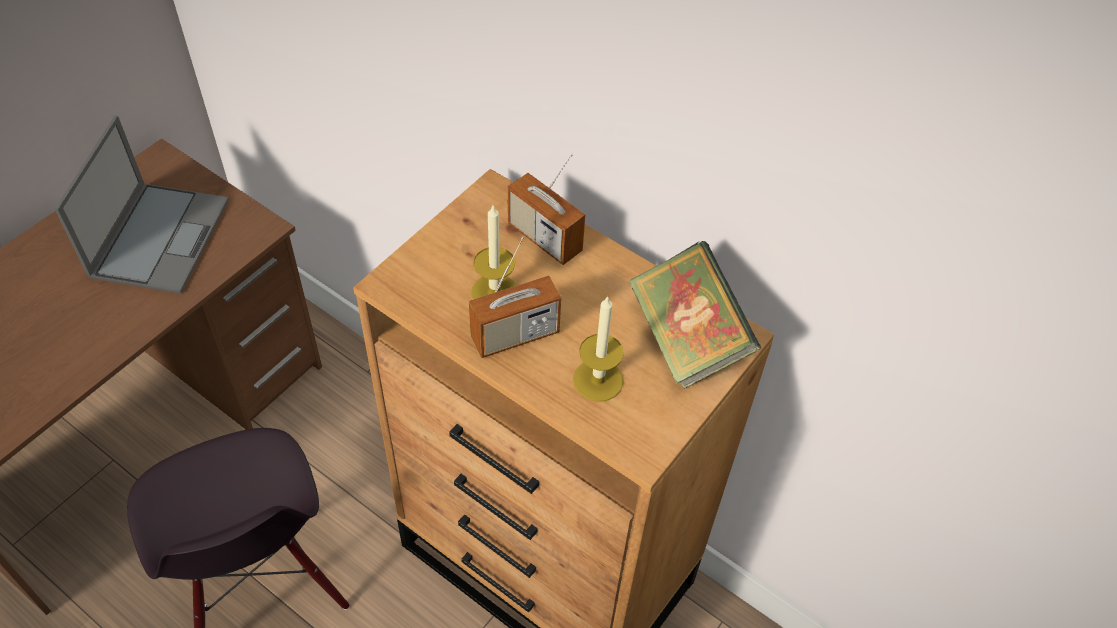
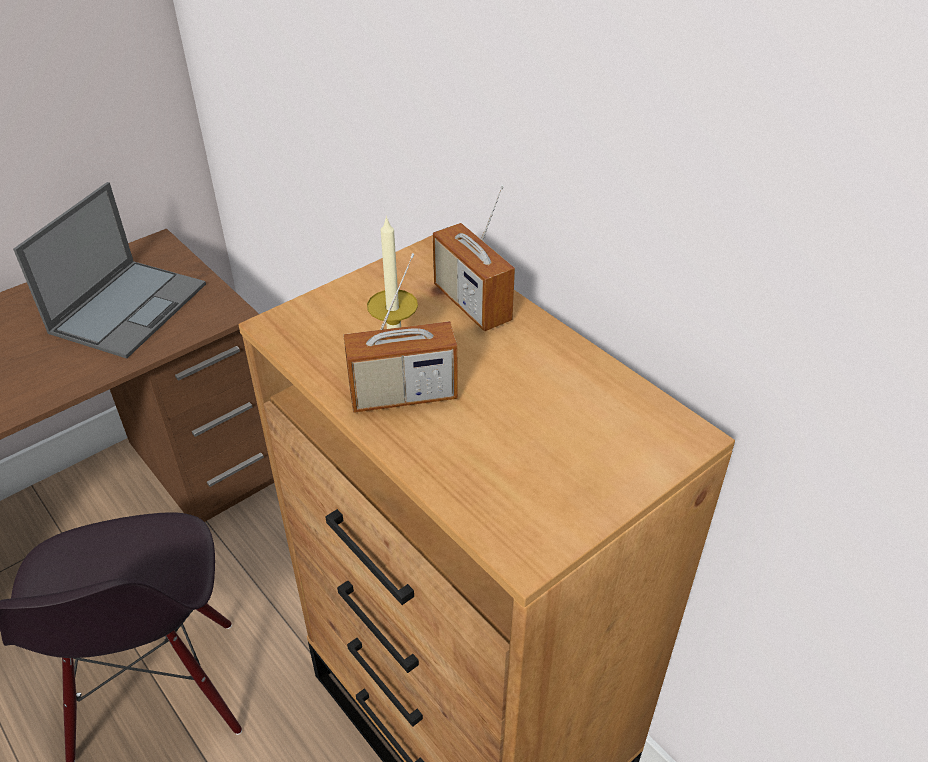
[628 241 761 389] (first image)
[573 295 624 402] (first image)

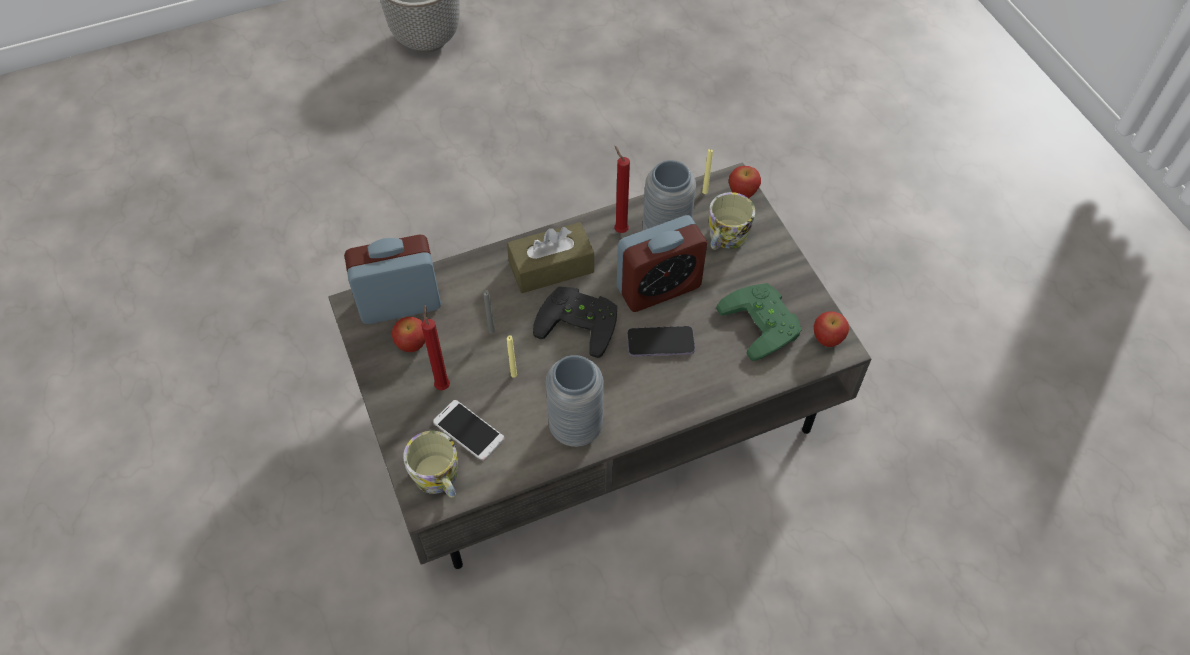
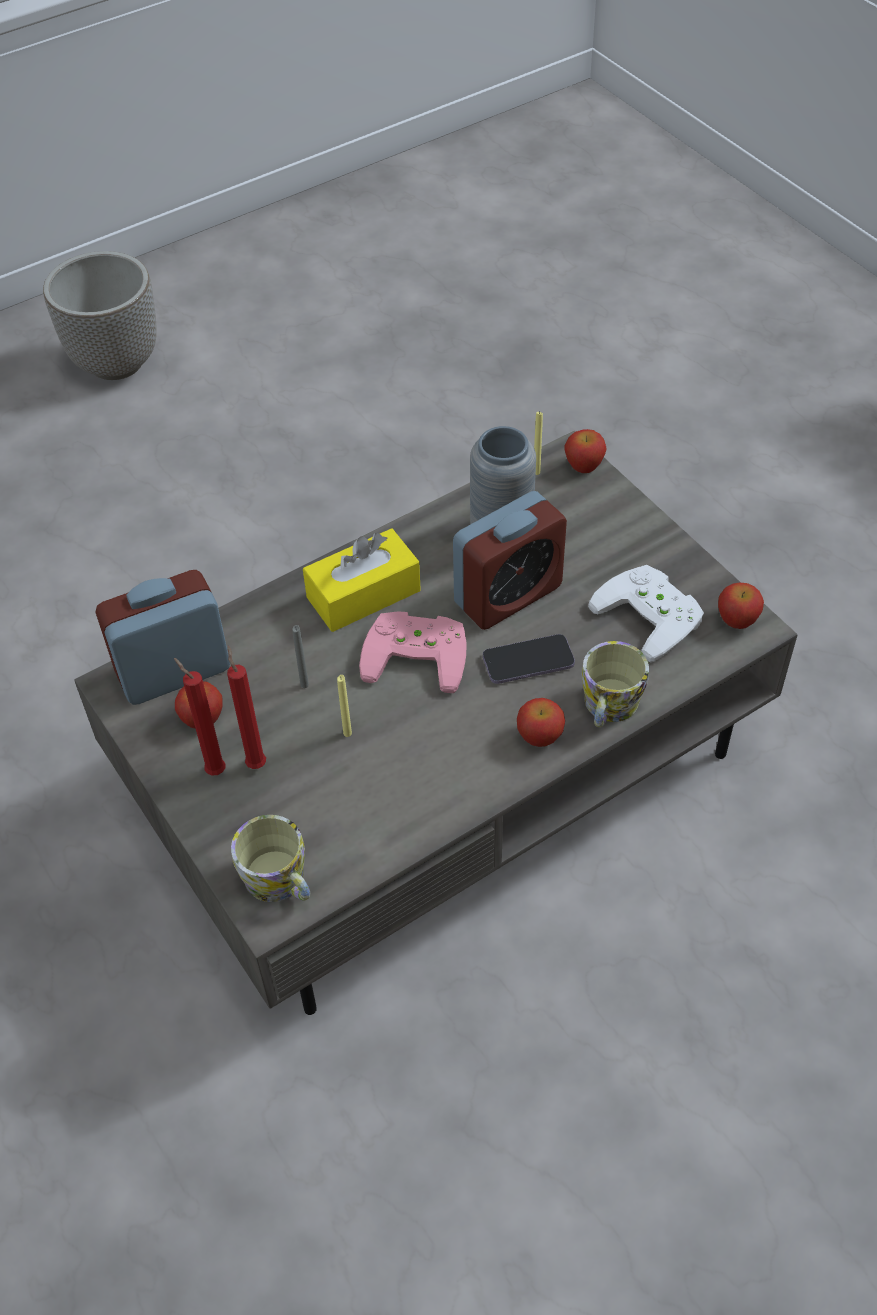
[174 658 225 776]
[582 641 649 727]
[303 528 421 632]
[588 565 704 663]
[359 611 467 693]
[546 355 604 447] (first image)
[433 400 504 461] (first image)
[517 698 565 747]

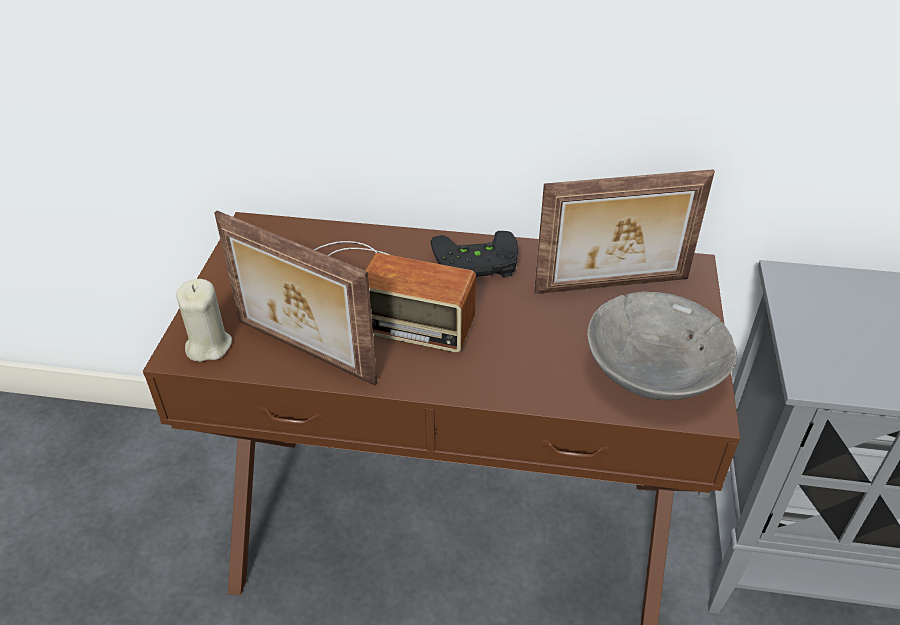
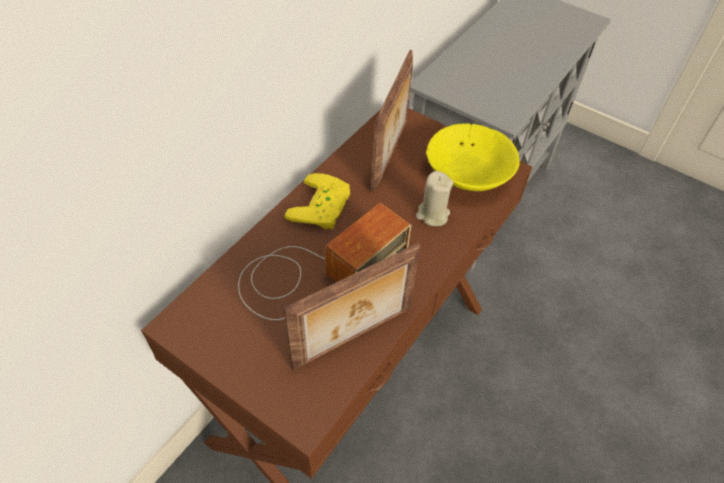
[284 173 350 229]
[416 171 453 226]
[426 123 519 191]

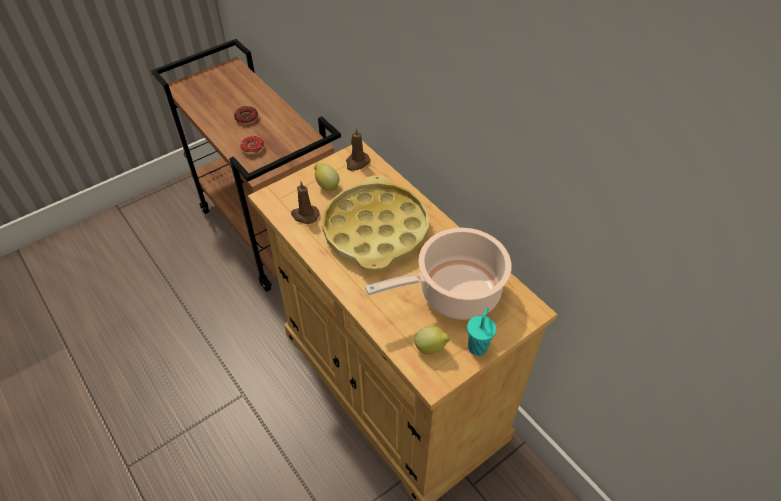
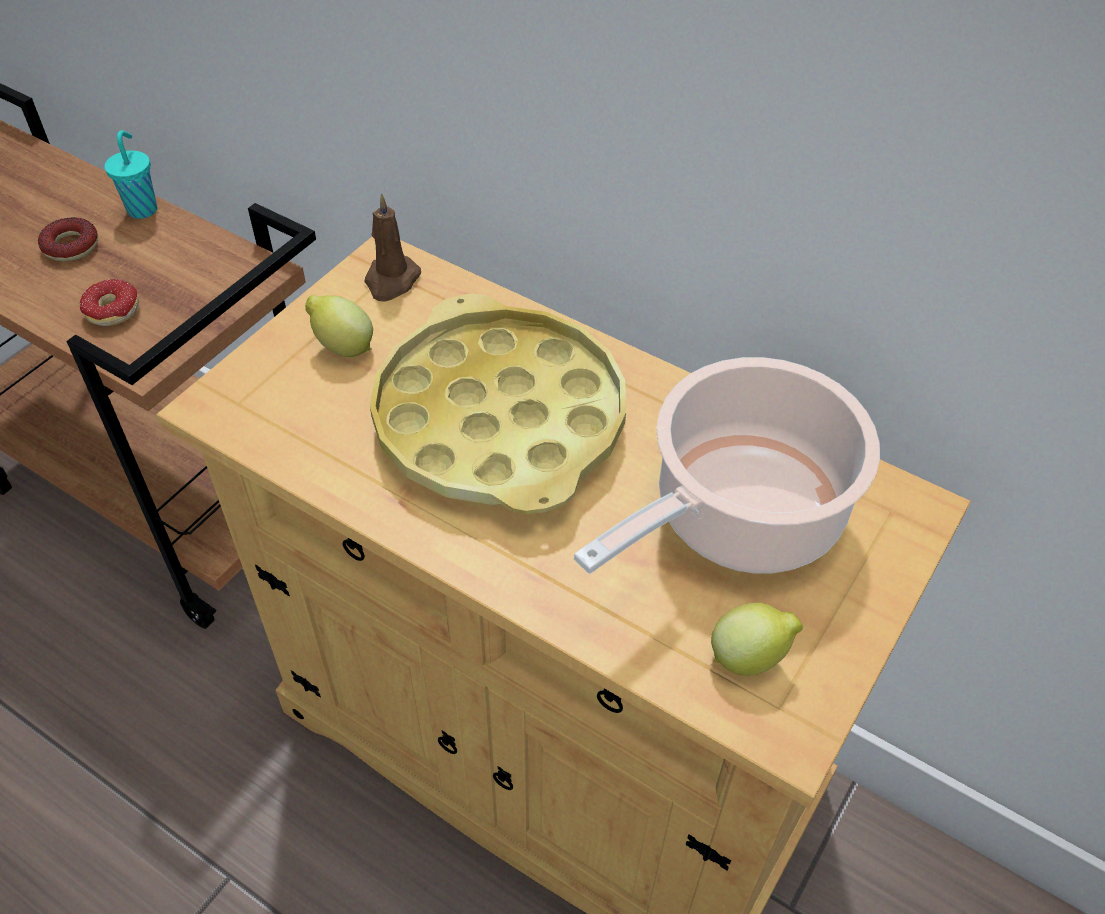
[291 181 320 224] (first image)
[105 130 157 219]

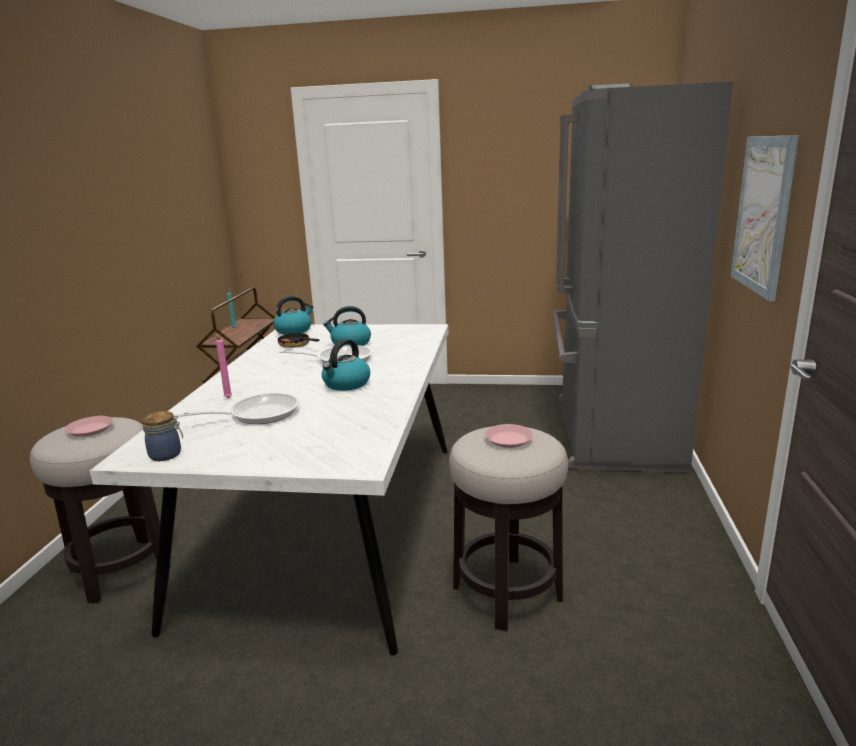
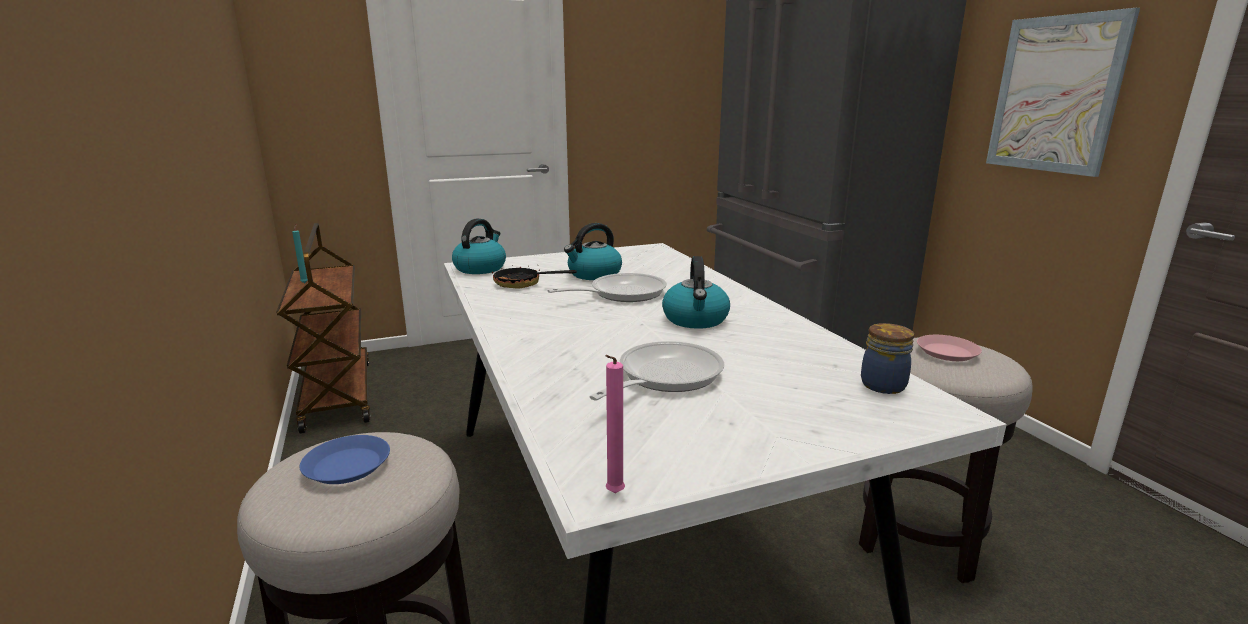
[605 355 625 493]
[861 323 914 394]
[300 435 390 484]

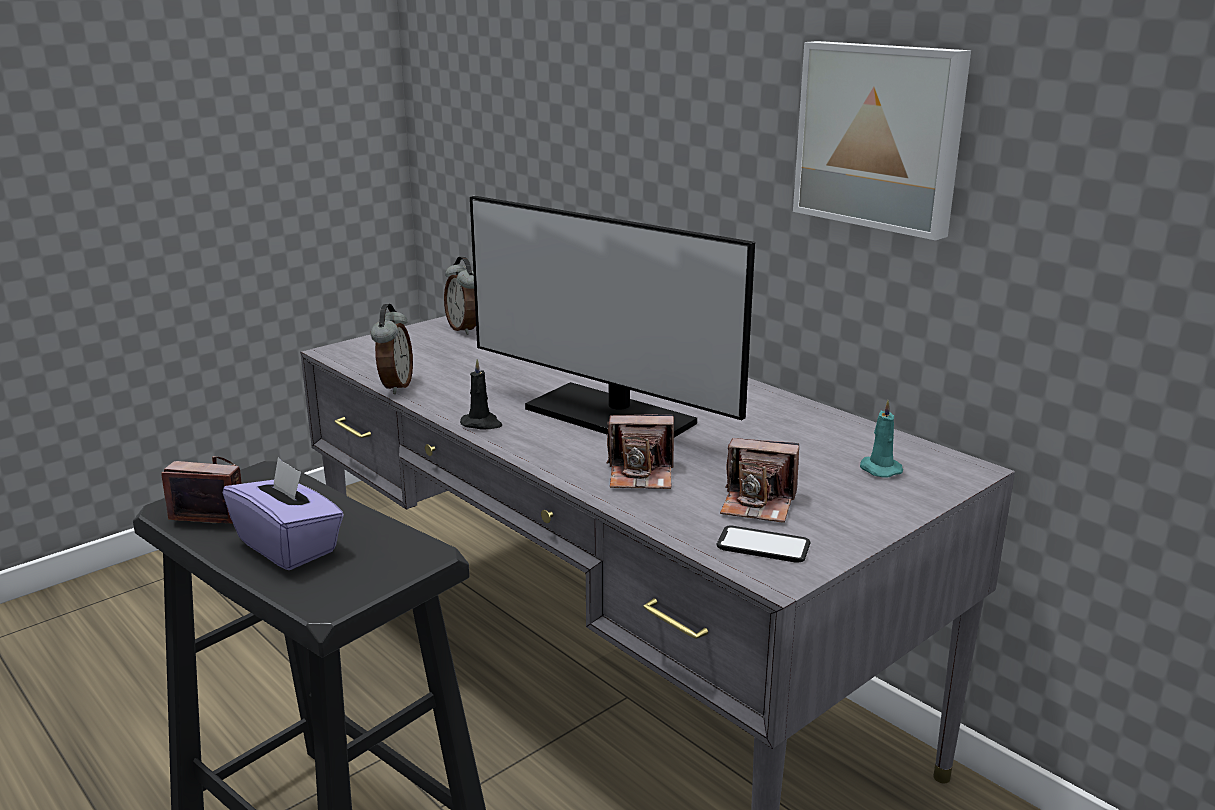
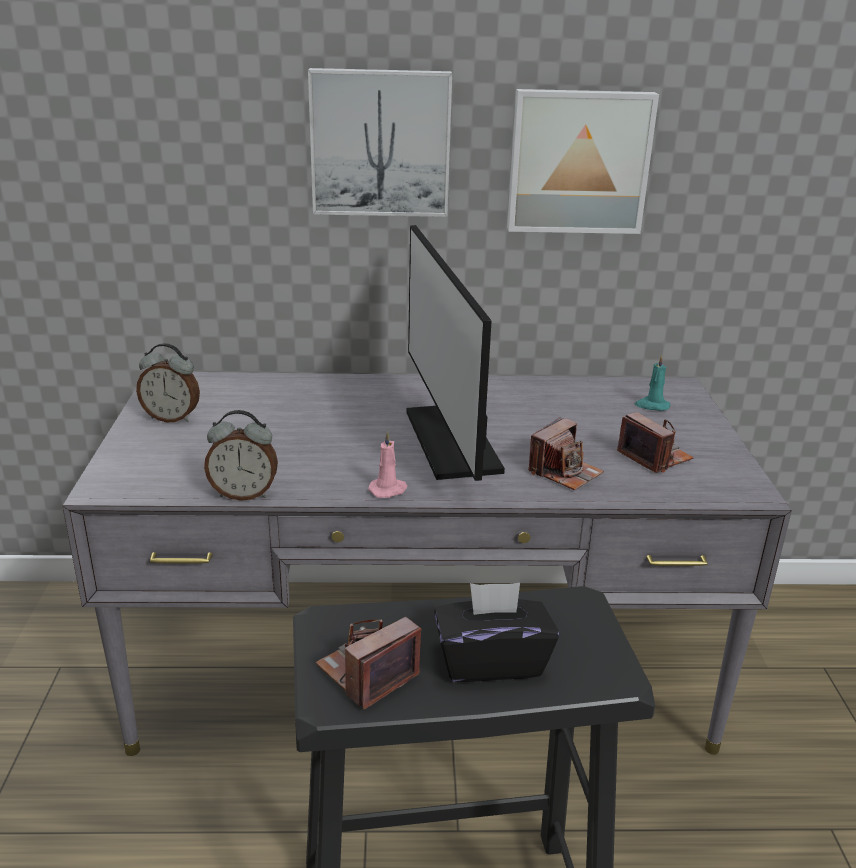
[407 225 505 481]
[204 410 278 501]
[368 431 408 498]
[617 412 693 473]
[434 583 559 682]
[716 525 811 563] (first image)
[308 68 452 217]

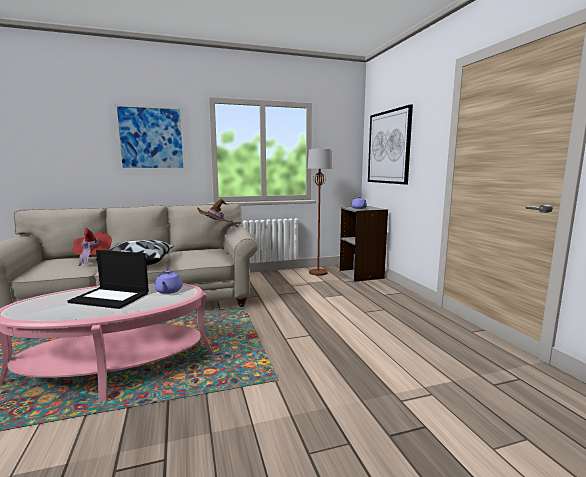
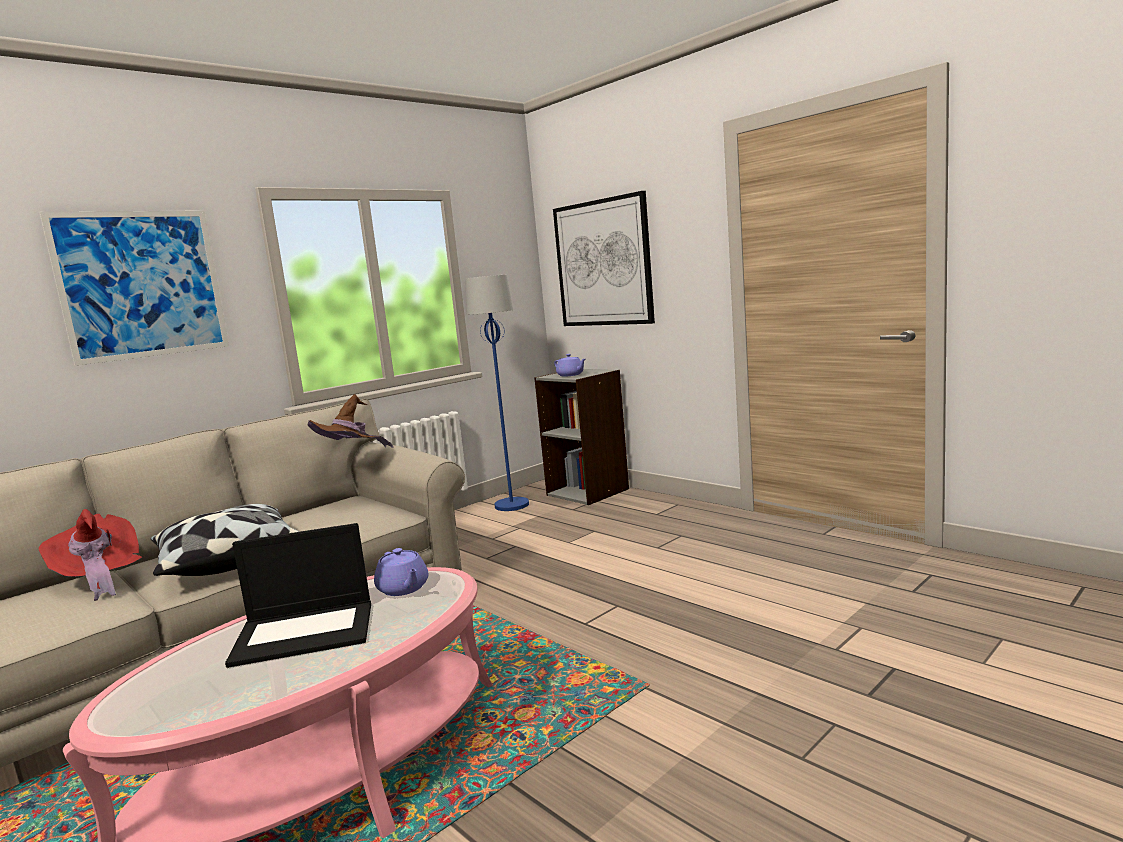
[465 275 529 511]

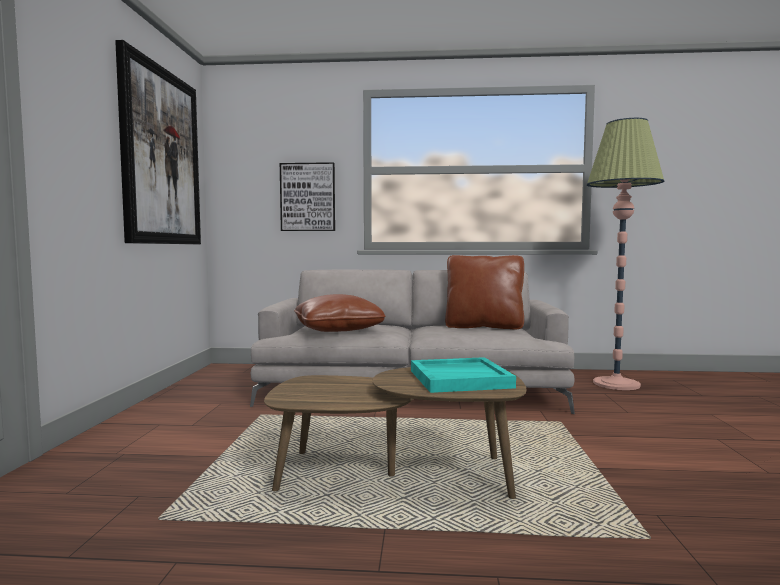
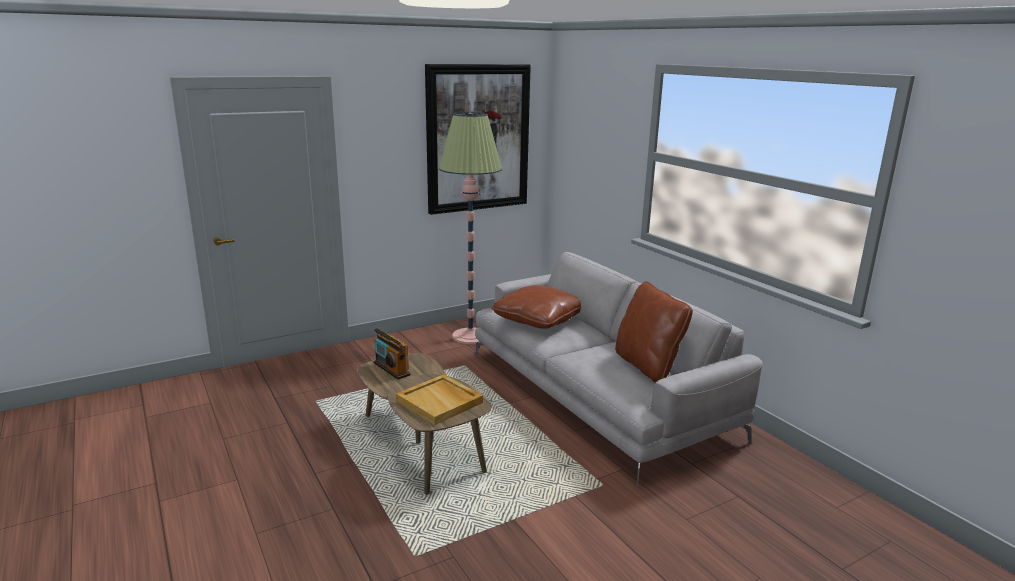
[439 112 502 344]
[280 162 335 231] (first image)
[396 374 483 425]
[373 328 411 379]

